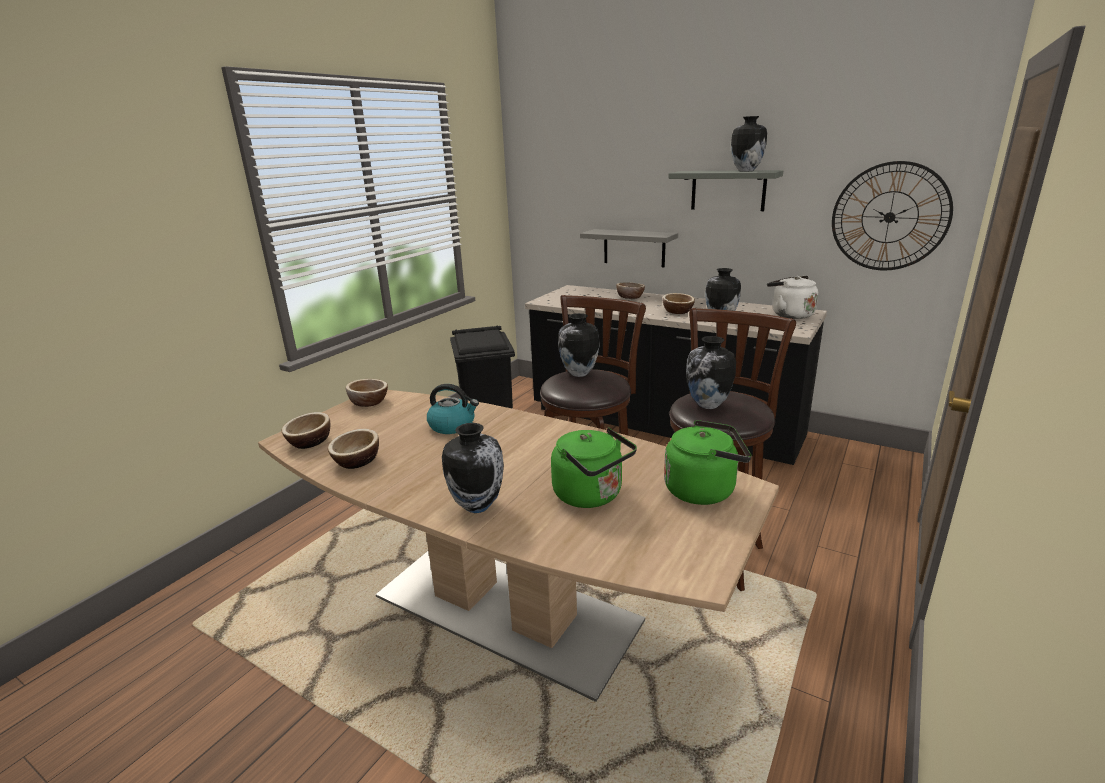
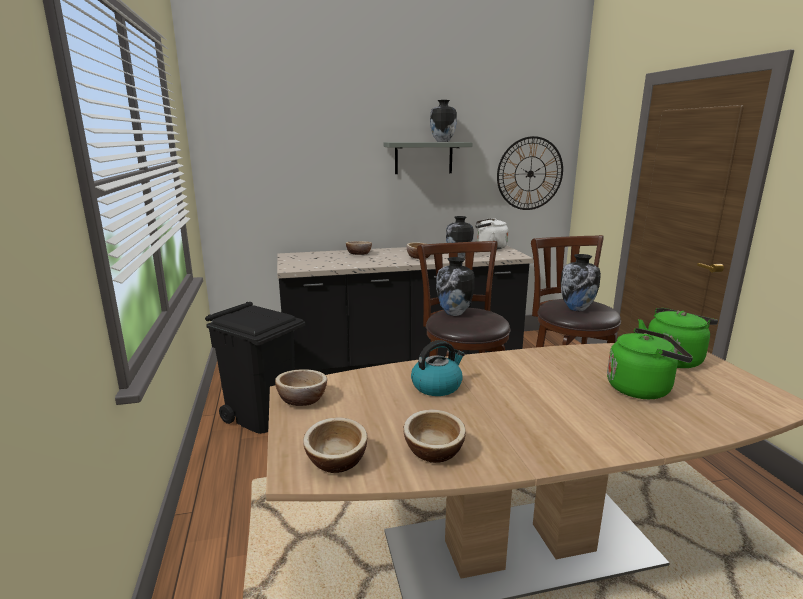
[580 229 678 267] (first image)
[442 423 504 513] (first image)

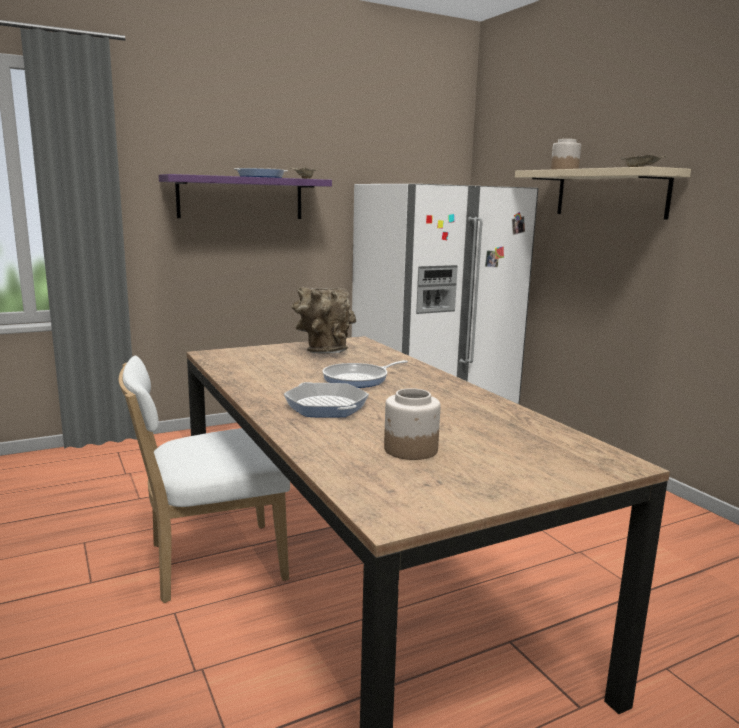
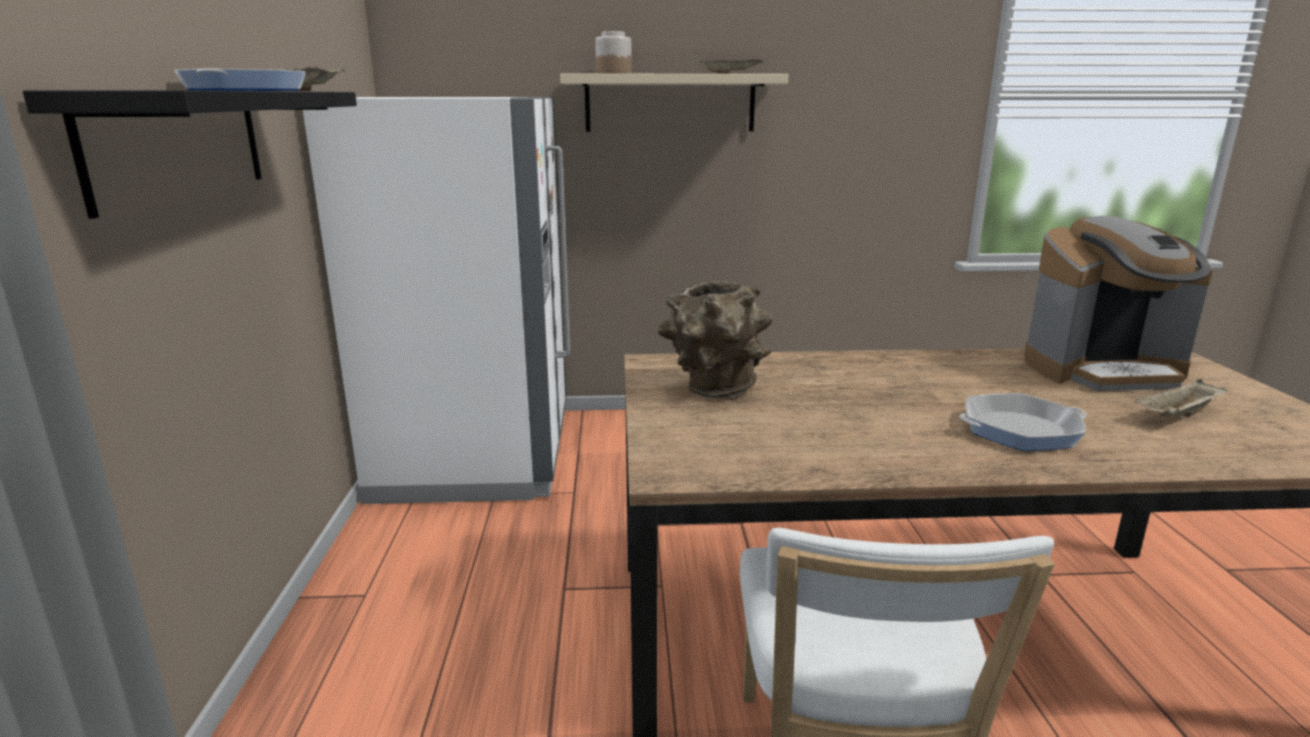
[23 90 357 219]
[322 360 408 388] (first image)
[1135 379 1228 417]
[1024 216 1214 391]

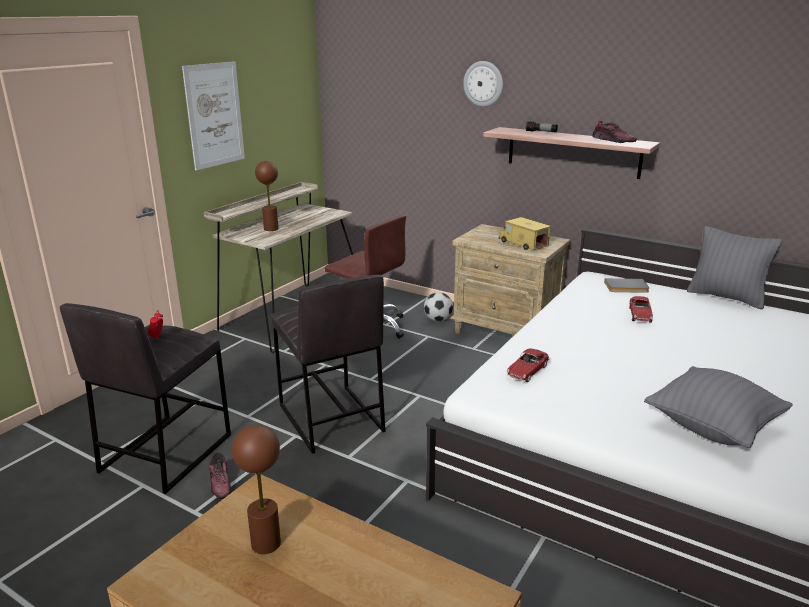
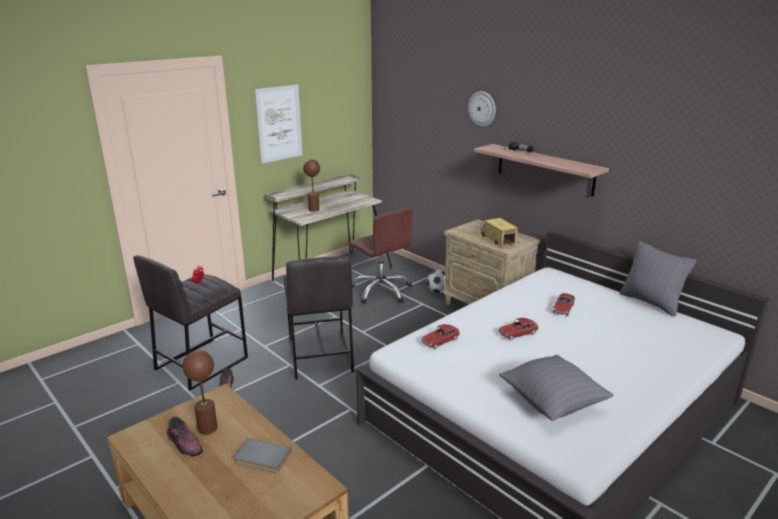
[167 417 203 456]
[234 438 292 473]
[498 318 539 340]

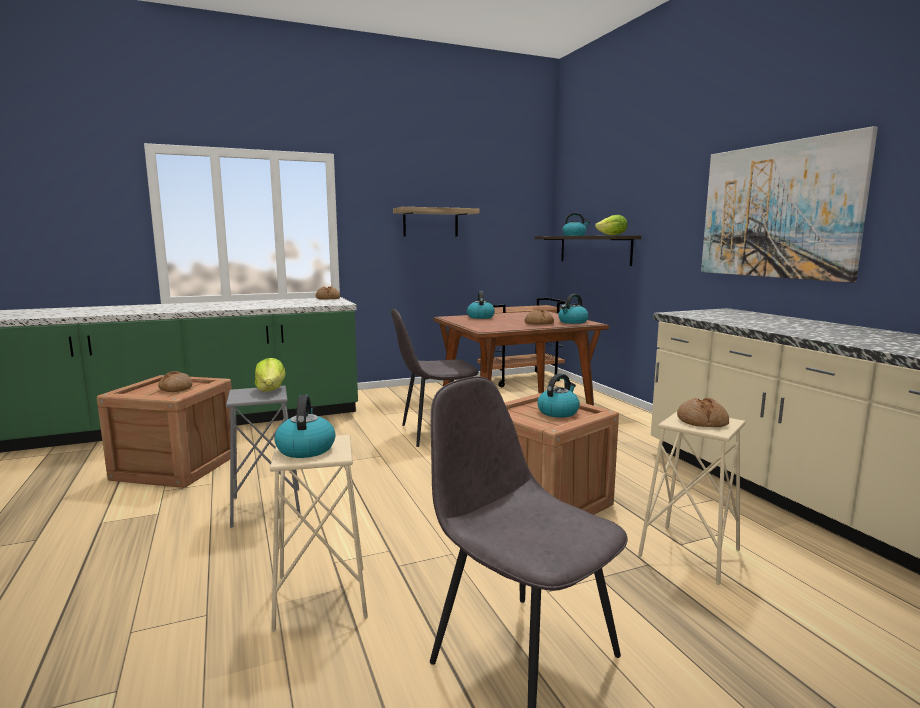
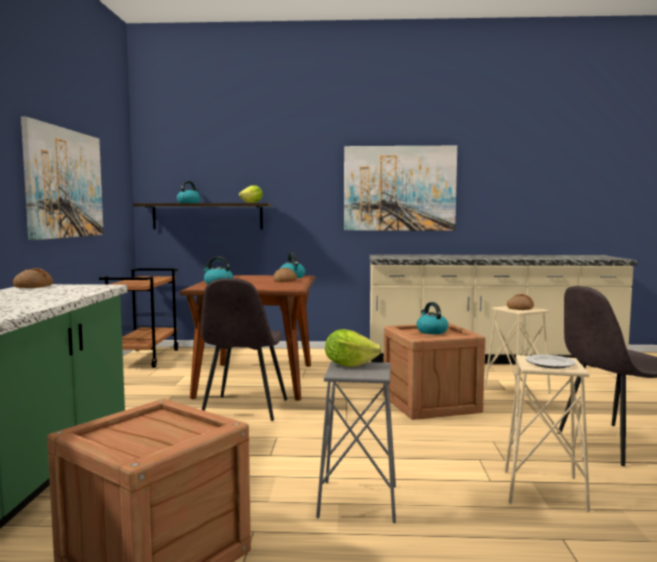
[21 117 104 240]
[158 371 193 392] (first image)
[526 355 576 368]

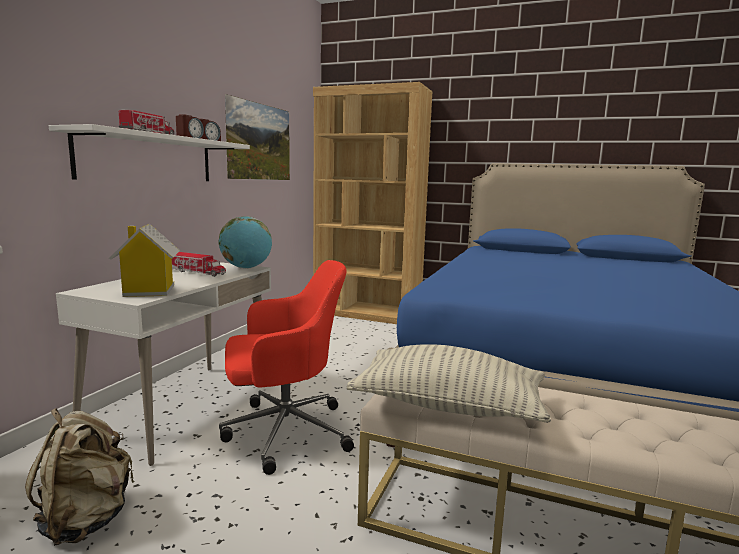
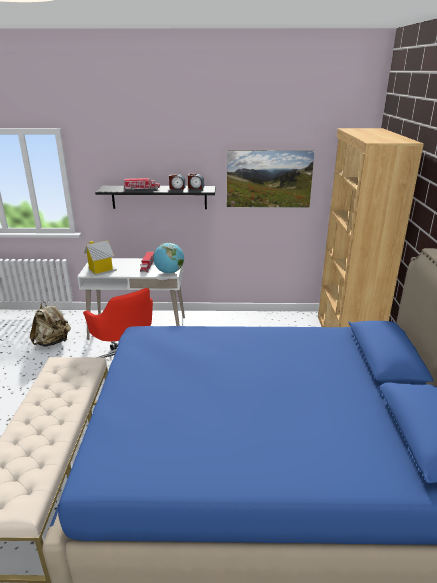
[95 186 215 209]
[346 344 551 423] (first image)

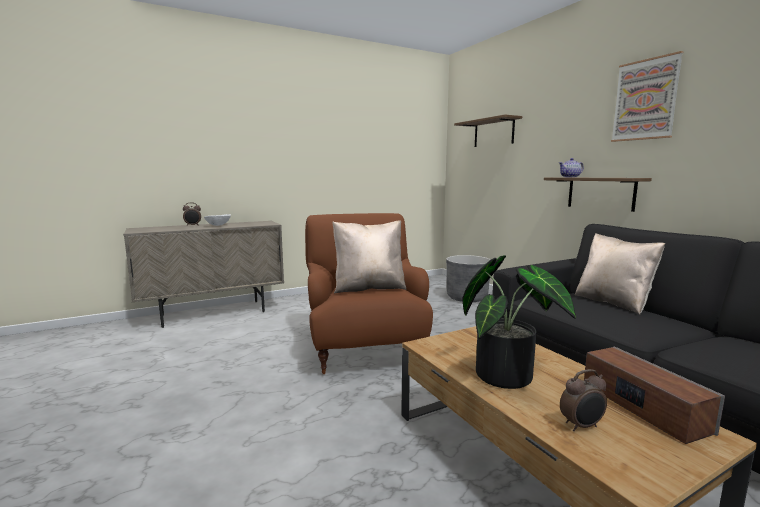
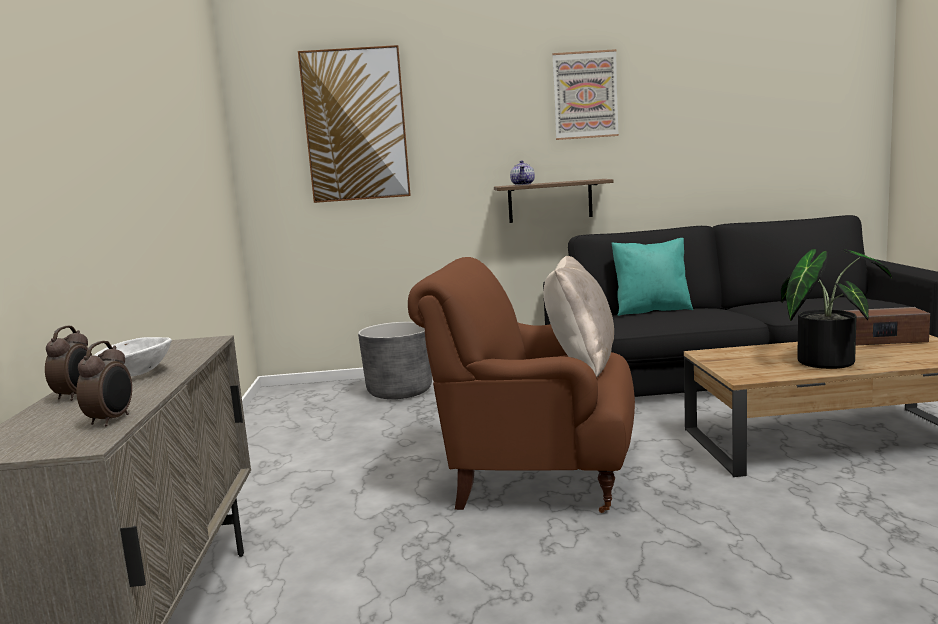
[298 45 411 203]
[611 238 693 316]
[76 341 132 426]

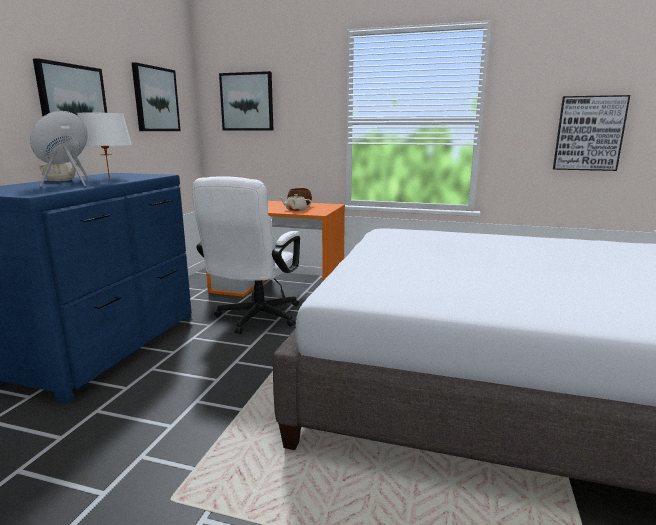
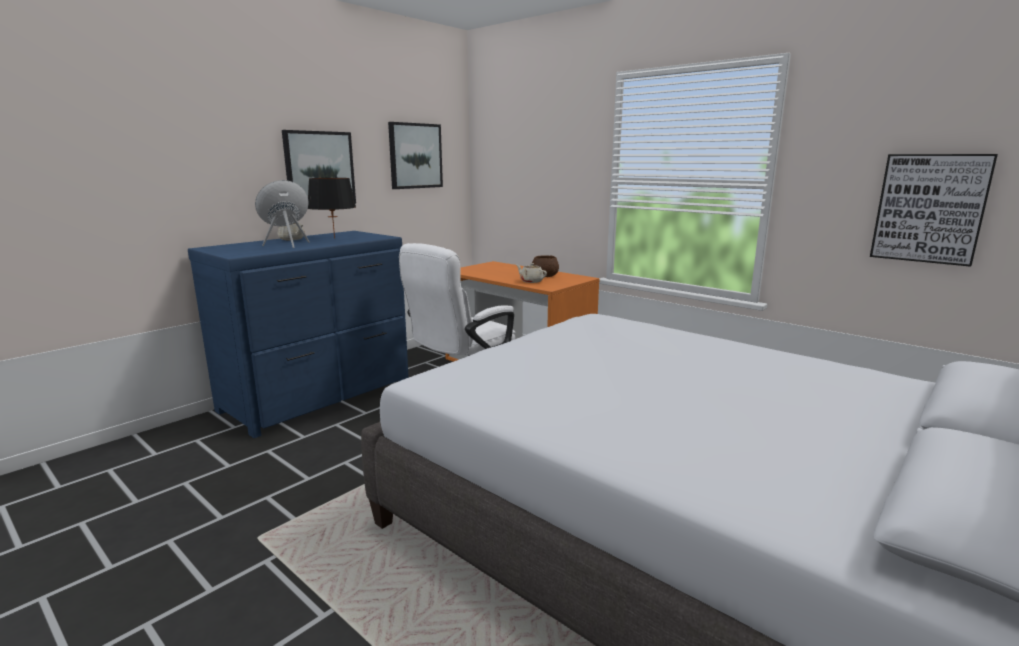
[219 71 273 131] (first image)
[308 178 356 239]

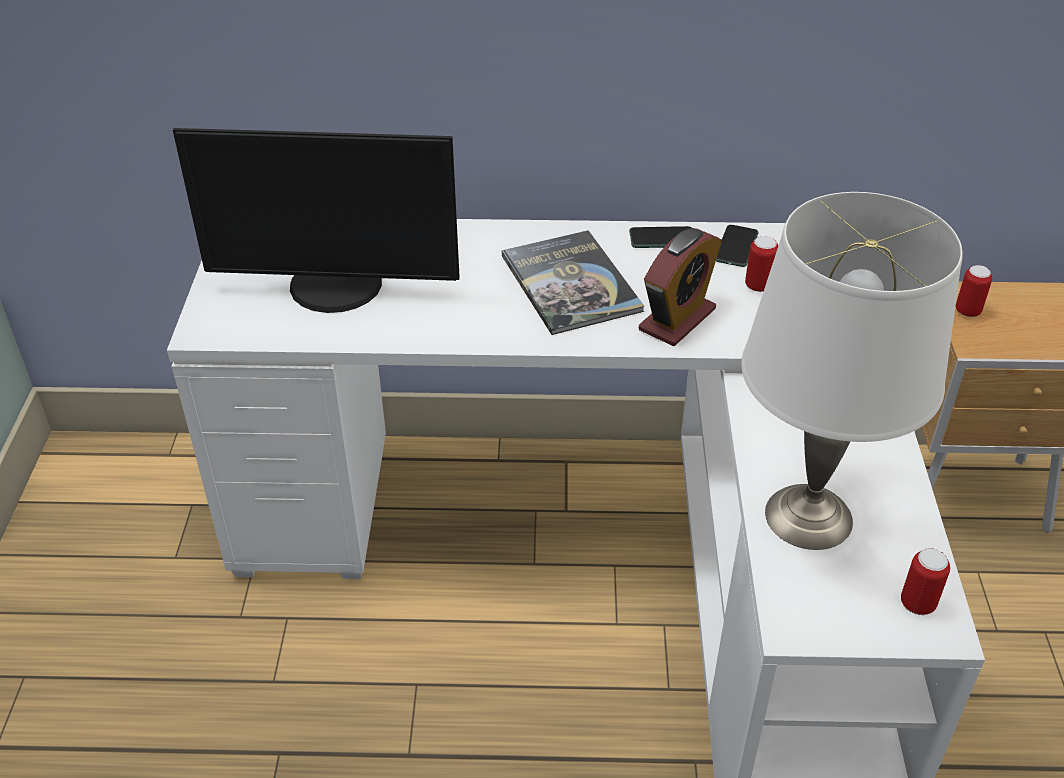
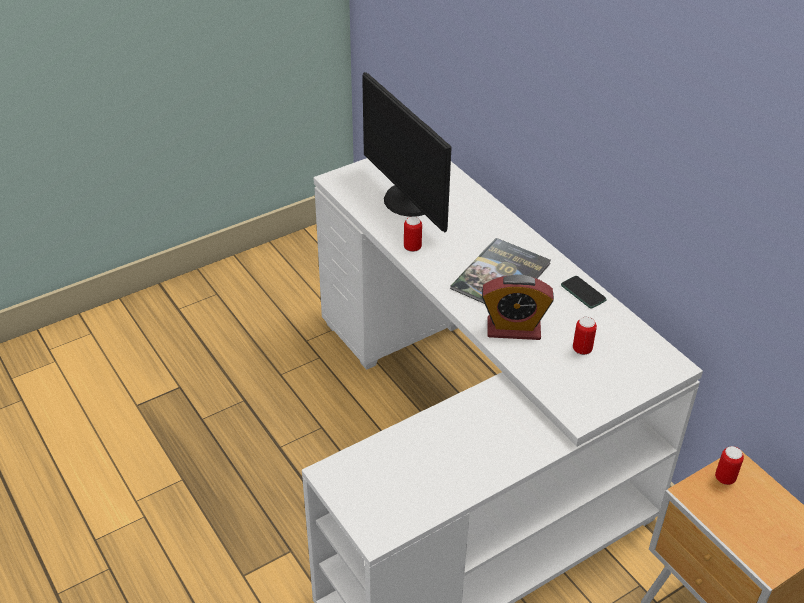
[741 192 962 550] (first image)
[716 225 759 267] (first image)
[404 217 422 252]

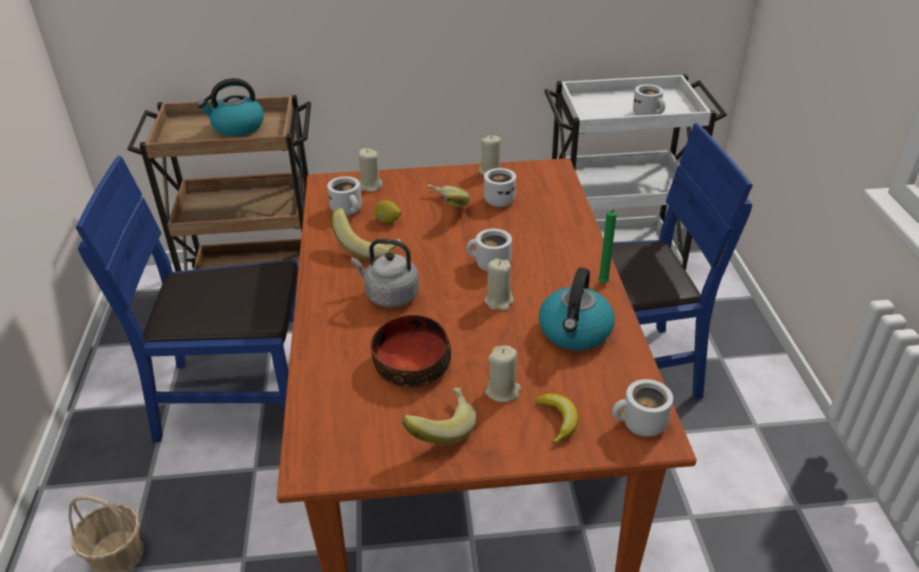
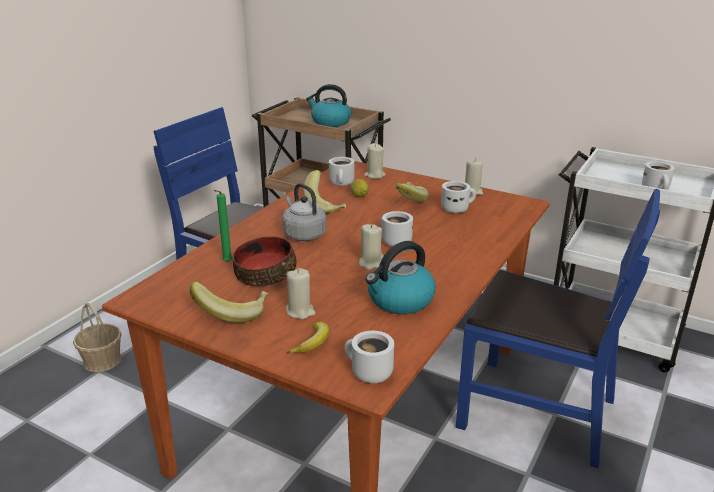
[214 190 232 262]

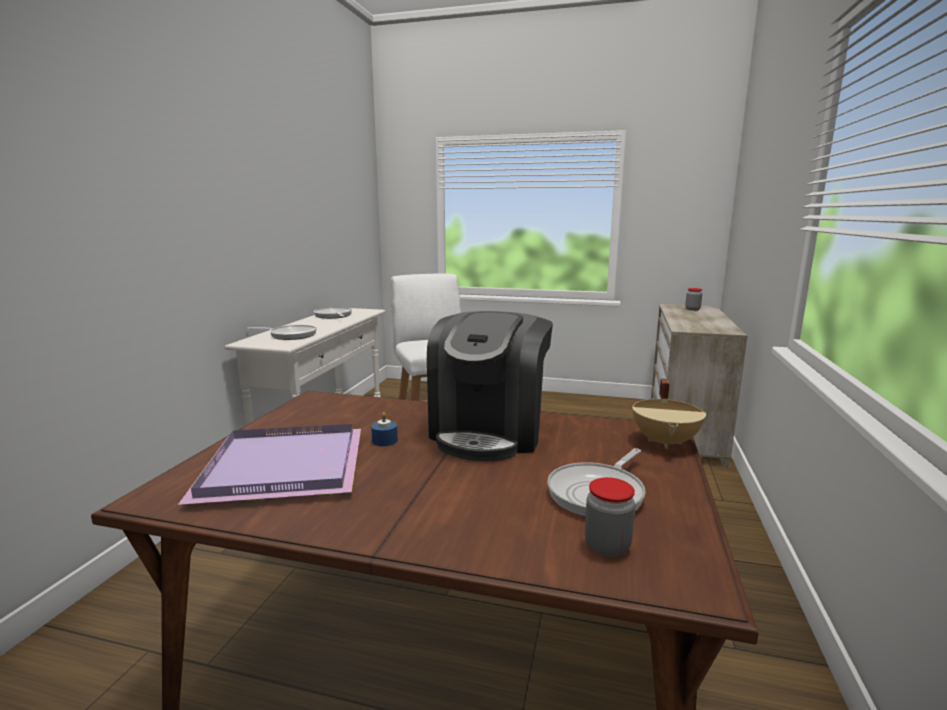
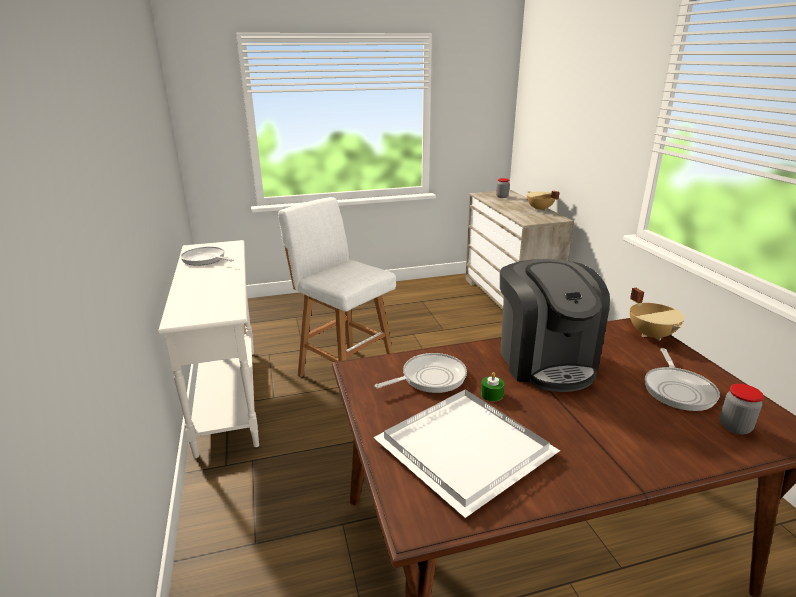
[375 353 467 393]
[481 372 504 401]
[373 389 560 518]
[527 191 560 211]

